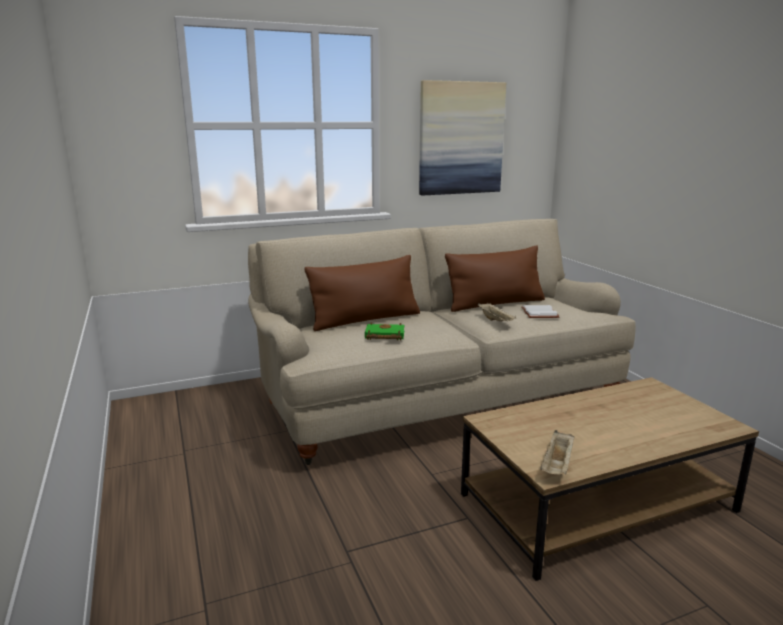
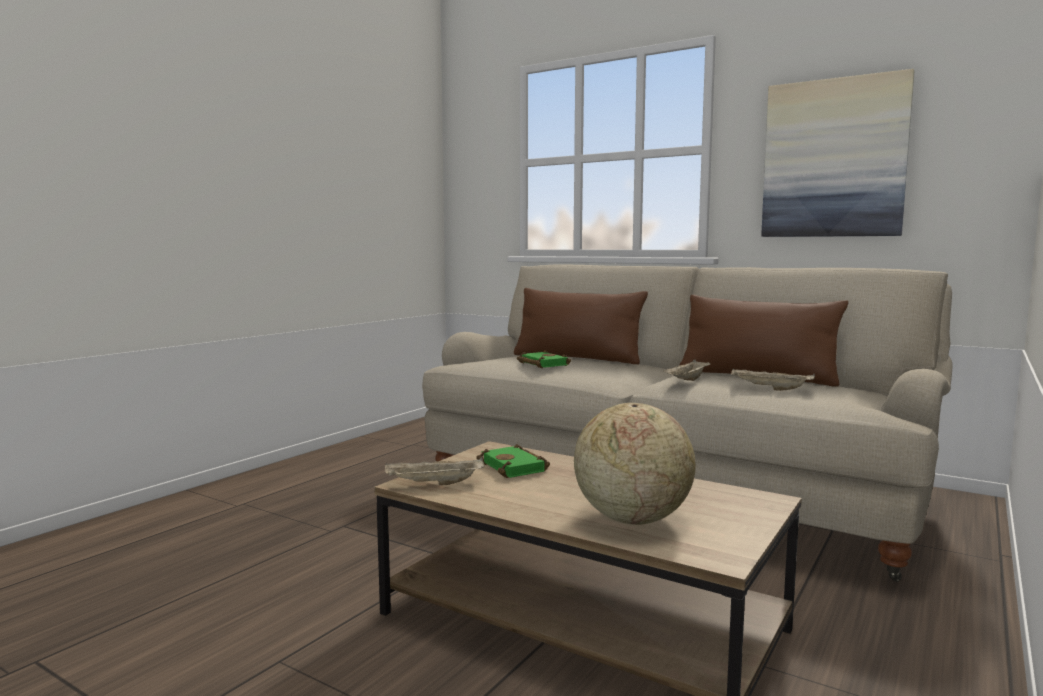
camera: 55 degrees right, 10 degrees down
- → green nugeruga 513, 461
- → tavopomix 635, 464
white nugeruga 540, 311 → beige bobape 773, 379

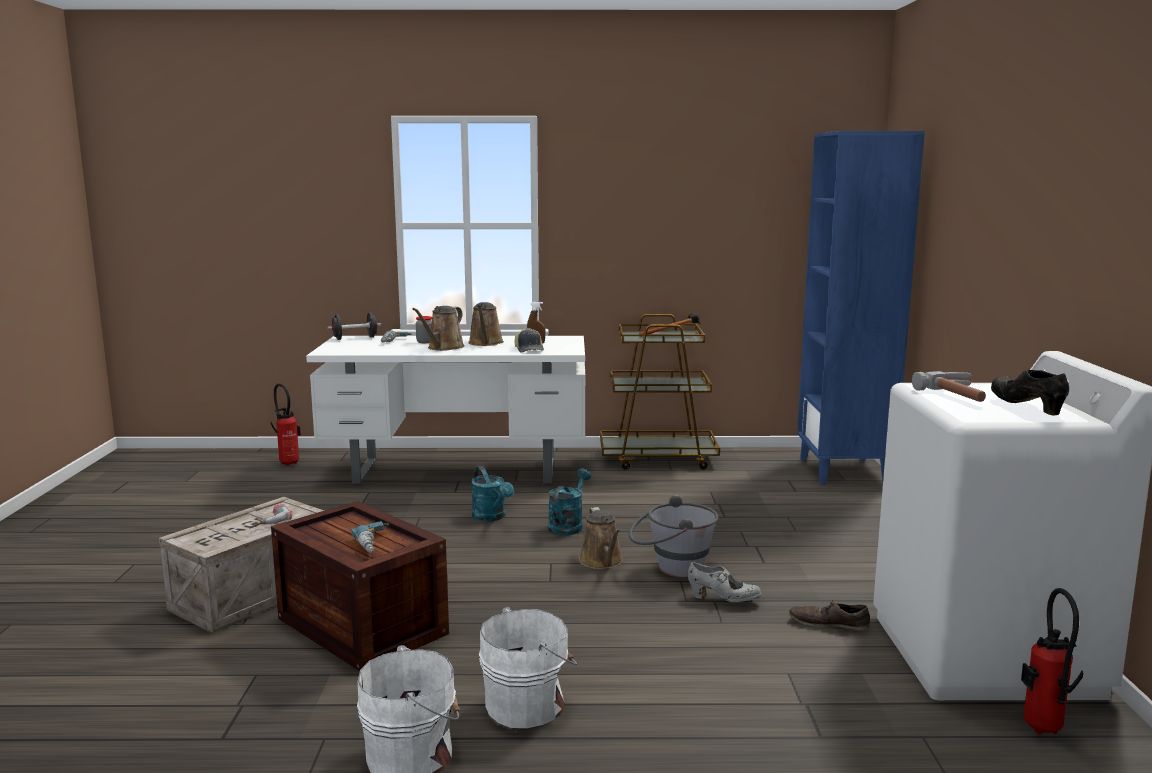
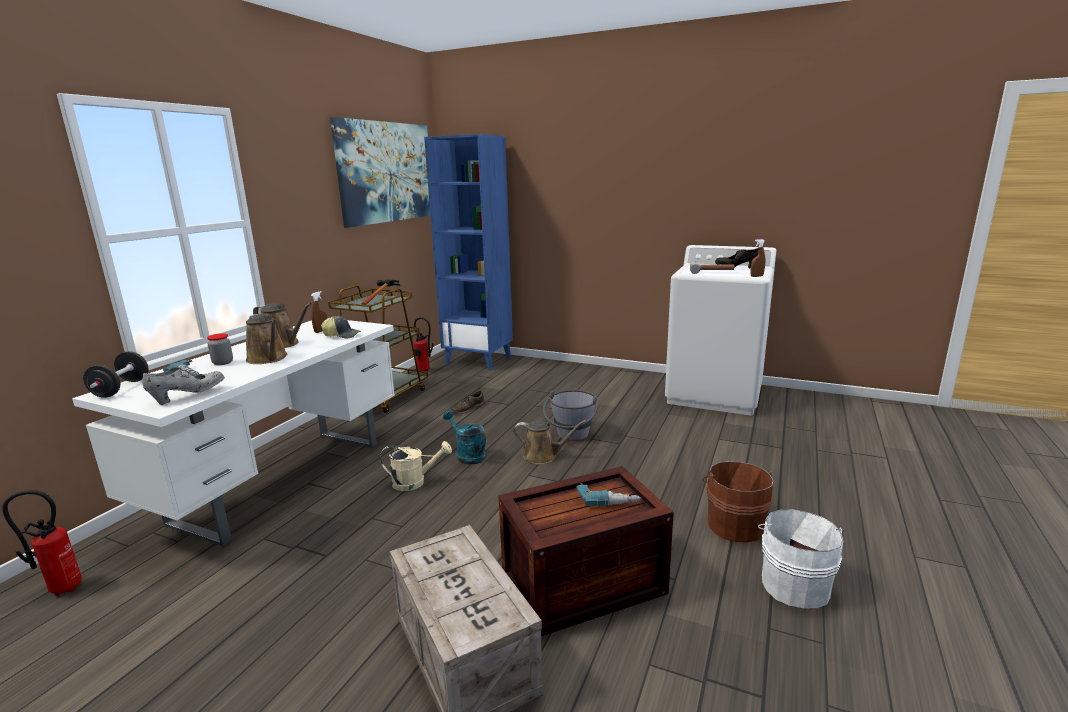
camera: 65 degrees left, 5 degrees up
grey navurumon 724, 582 → grey navurumon 183, 386, moved
- → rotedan 380, 172
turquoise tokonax 492, 493 → beige tokonax 416, 466
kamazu 1052, 661 → kamazu 423, 344, moved
brown navurumon 829, 616 → brown navurumon 467, 402, moved
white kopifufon 528, 667 → brown kopifufon 738, 501
- → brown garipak 757, 258
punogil 270, 516 → -

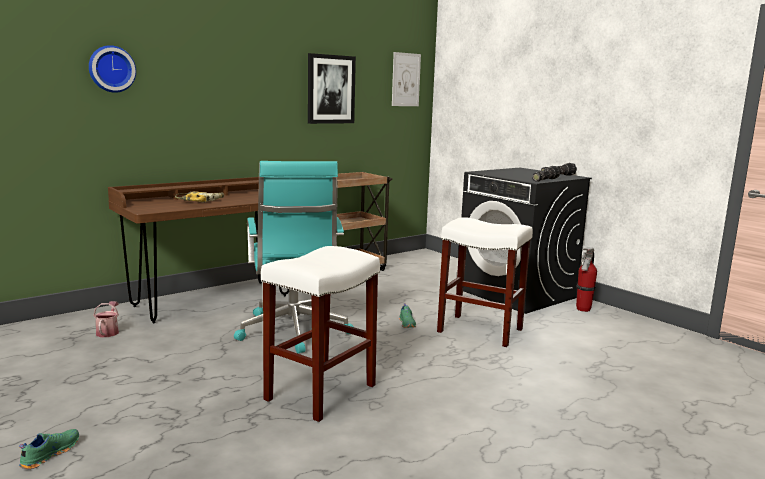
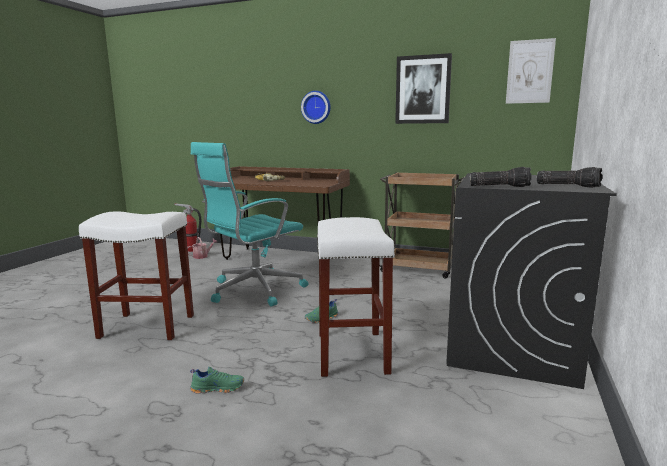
camera: 60 degrees right, 0 degrees up
kamazu 586, 279 → kamazu 188, 227, moved
green navurumon 49, 449 → green navurumon 217, 380, moved
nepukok 112, 69 → nepukok 316, 107, moved

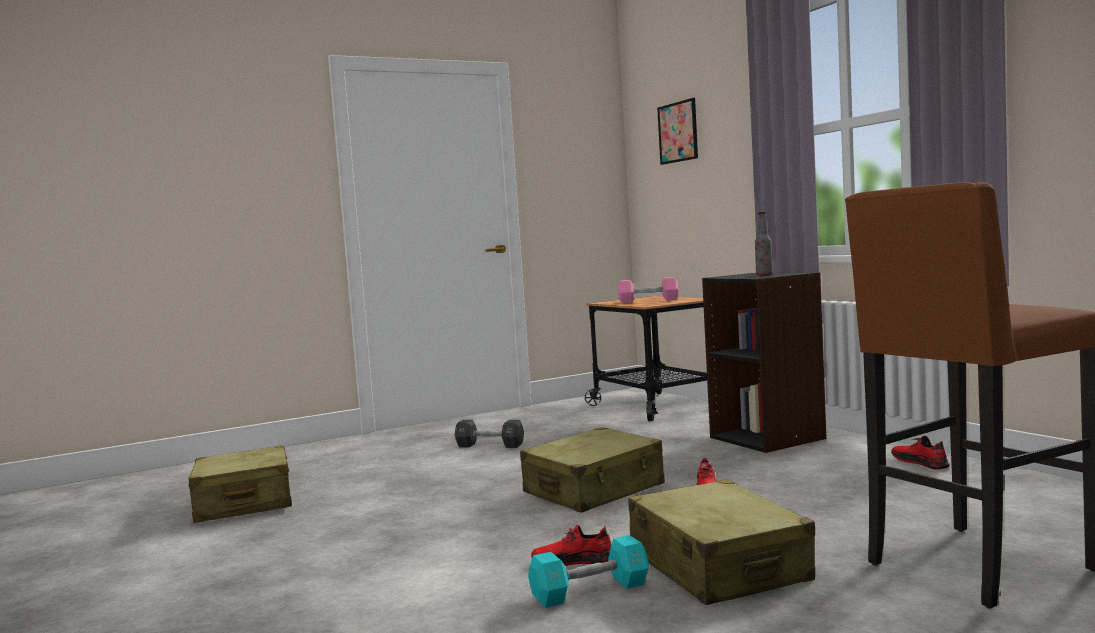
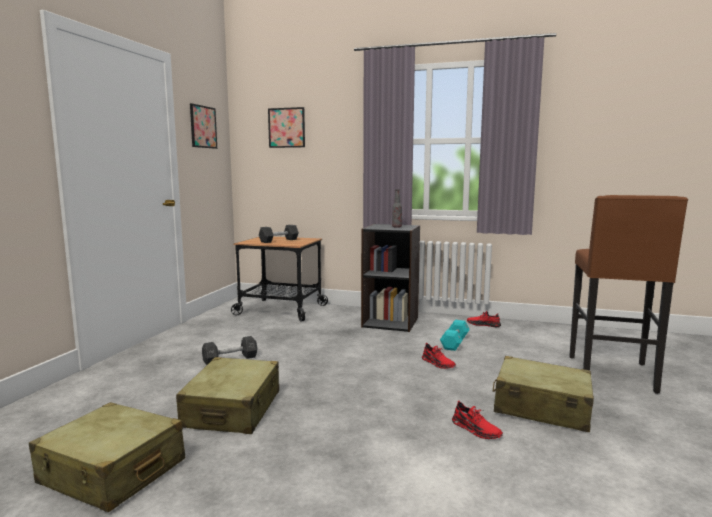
camera: 45 degrees left, 5 degrees up
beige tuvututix 592, 470 → beige tuvututix 227, 395, moved
- → rotedan 203, 126
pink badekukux 648, 290 → black badekukux 279, 234
turquoise badekukux 588, 571 → turquoise badekukux 455, 335, moved
red navurumon 571, 545 → red navurumon 477, 420, 90 degrees counterclockwise

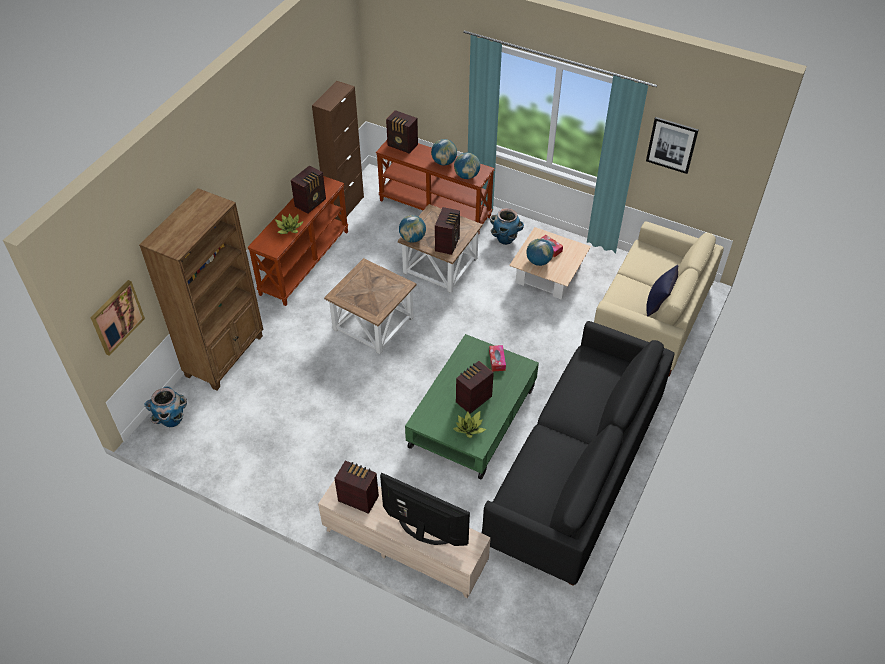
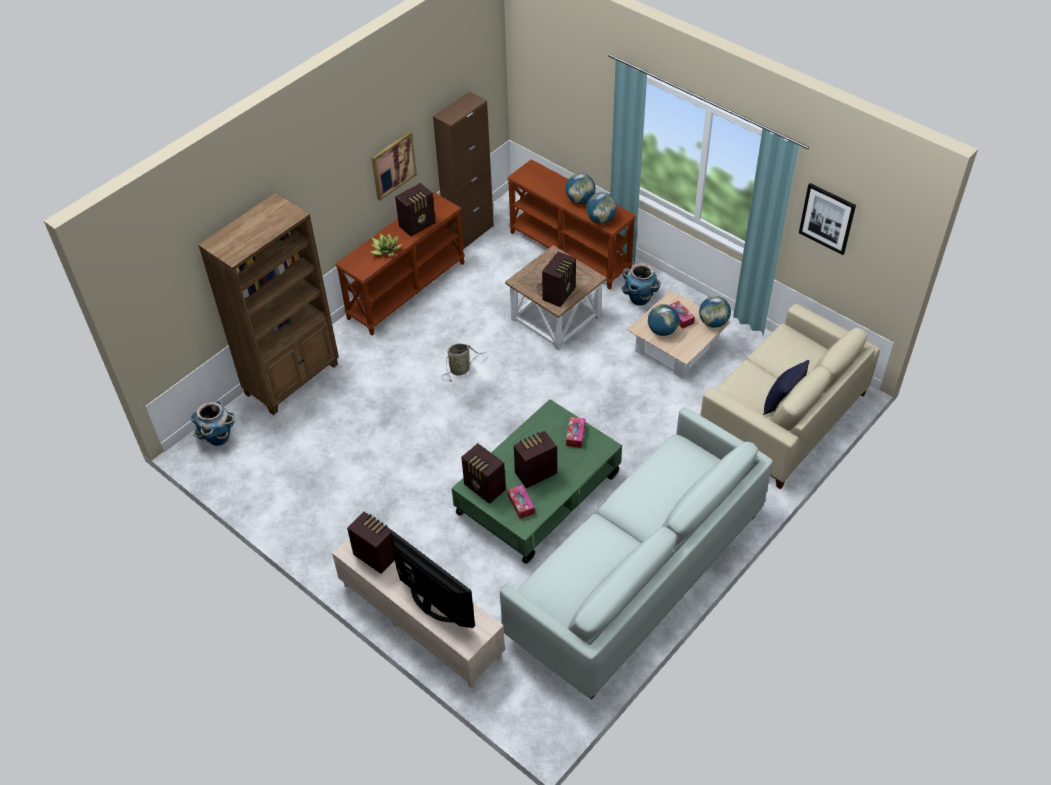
camera: 15 degrees right, 0 degrees up
rotedan 117, 318 → rotedan 394, 166, moved
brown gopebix 370, 306 → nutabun 463, 363
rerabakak 402, 132 → rerabakak 483, 473, moved
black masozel 578, 453 → white masozel 636, 553
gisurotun 469, 424 → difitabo 521, 502
tavopomix 412, 229 → tavopomix 715, 312, moved

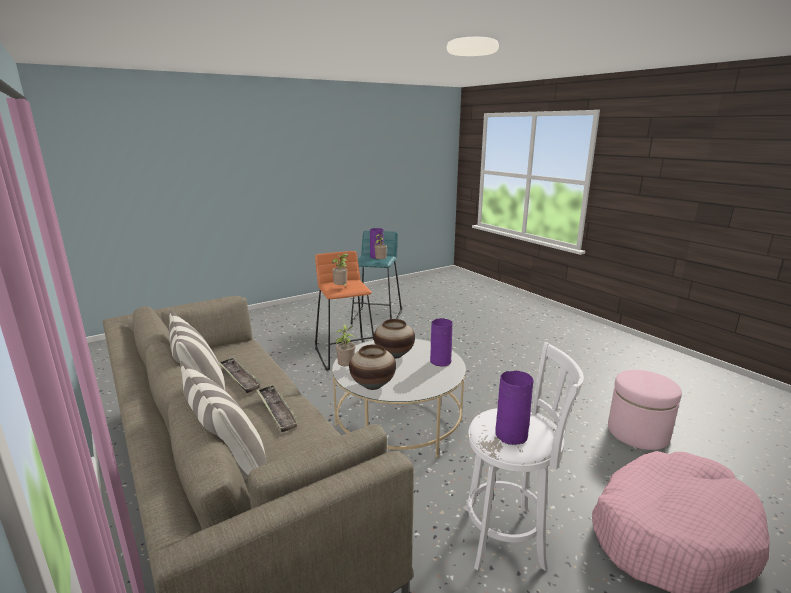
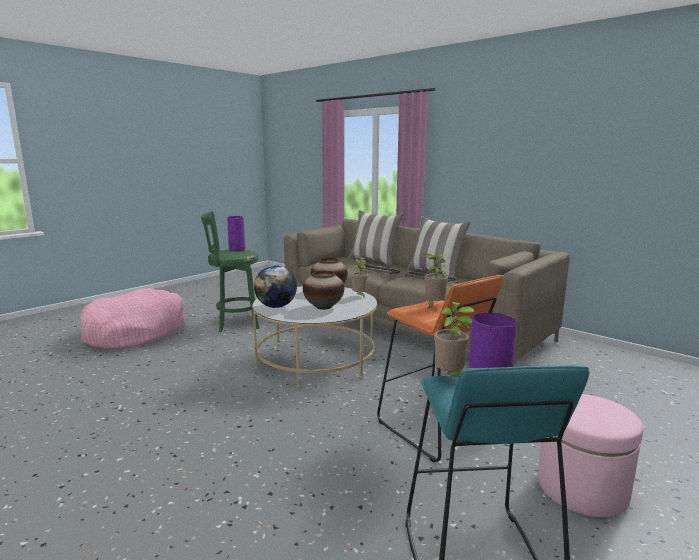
camera: 165 degrees right, 5 degrees down
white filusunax 524, 456 → green filusunax 230, 271
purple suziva 441, 342 → tavopomix 275, 286
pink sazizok 645, 410 → pink sazizok 590, 455, moved

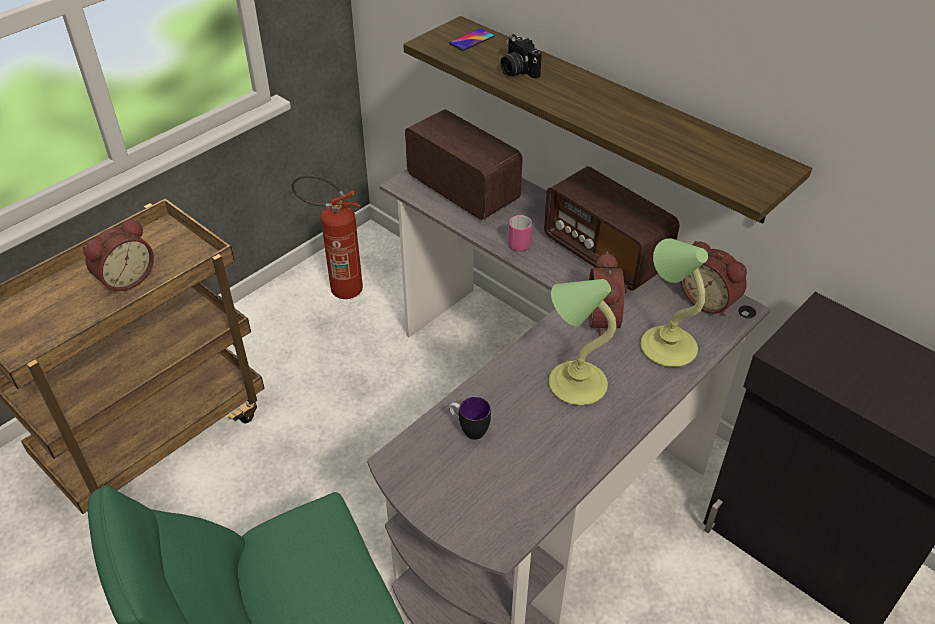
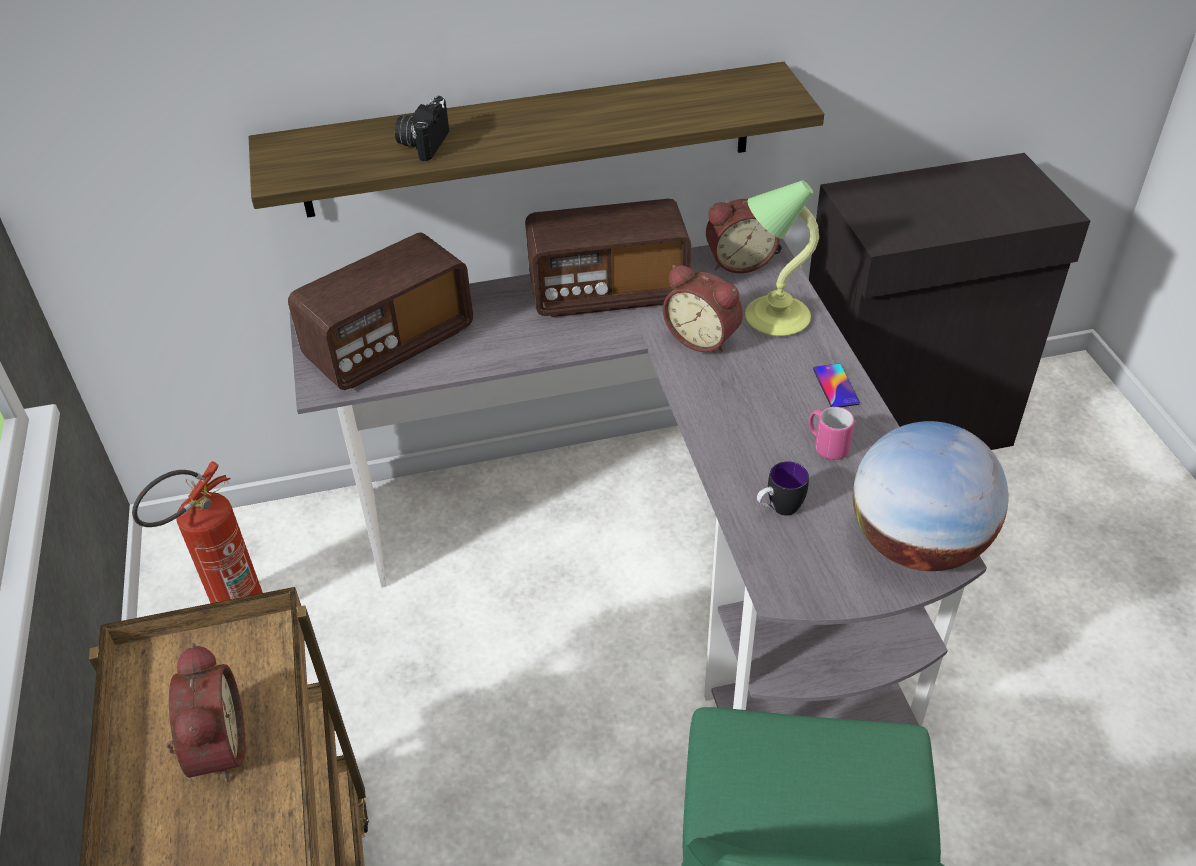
camera: 55 degrees left, 0 degrees up
rerabakak 464, 164 → rerabakak 380, 311, 150 degrees clockwise
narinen 521, 56 → narinen 422, 128, 105 degrees clockwise
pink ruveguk 520, 233 → pink ruveguk 832, 433, moved
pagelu 472, 39 → pagelu 836, 385, moved
- → tavopomix 930, 496
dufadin 583, 342 → -

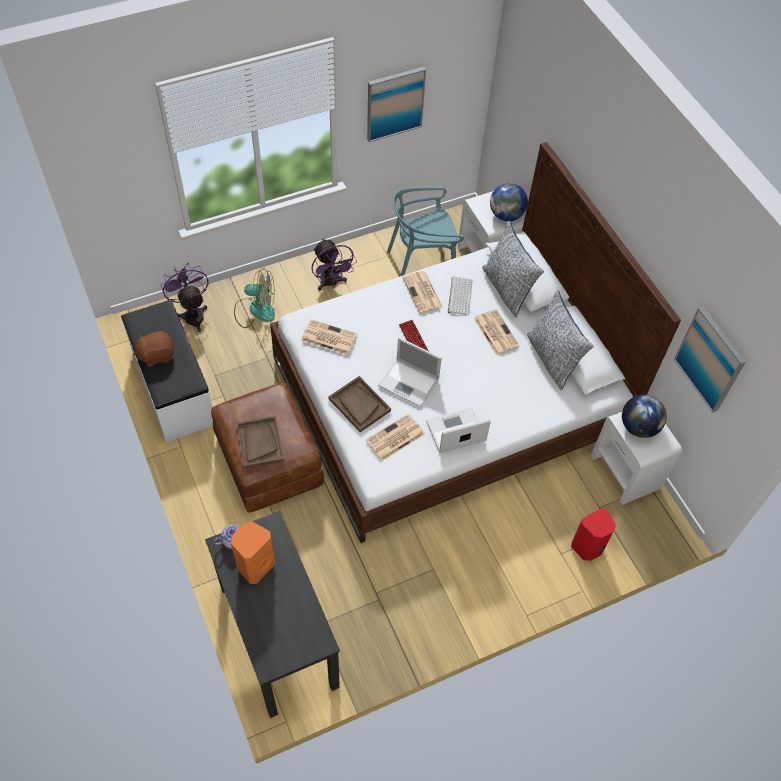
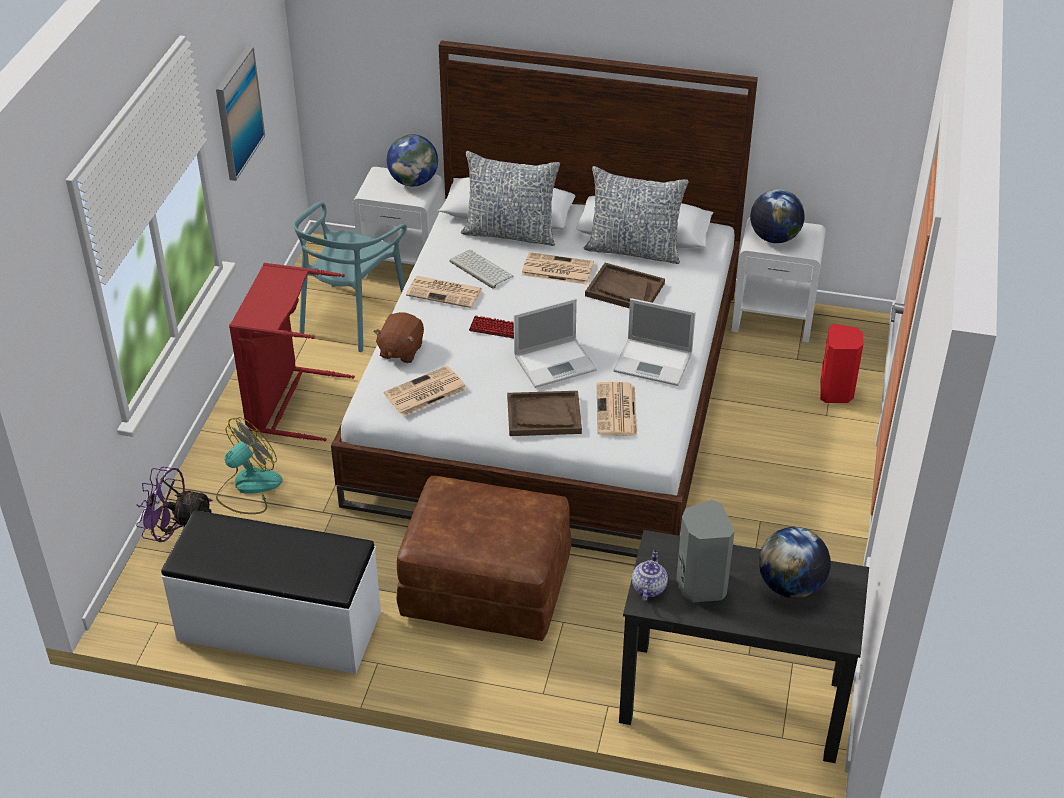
camera: 50 degrees left, 15 degrees down
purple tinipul 334, 264 → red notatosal 292, 352
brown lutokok 153, 349 → brown lutokok 399, 337, moved
brown bobape 260, 442 → brown bobape 625, 286, moved
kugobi 458, 430 → kugobi 654, 342, 90 degrees counterclockwise
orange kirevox 253, 552 → grey kirevox 705, 551
- → tavopomix 795, 562
rotedan 710, 359 → -

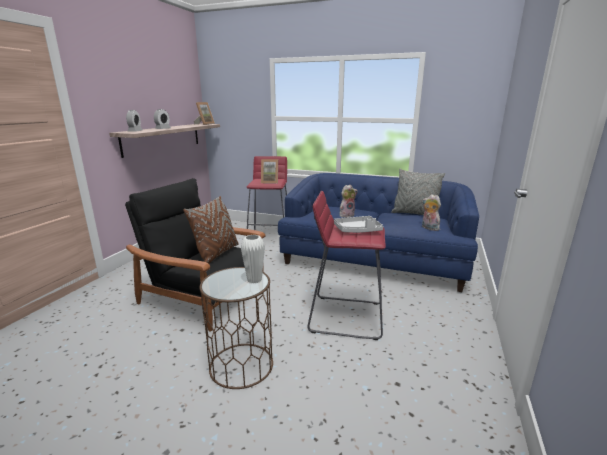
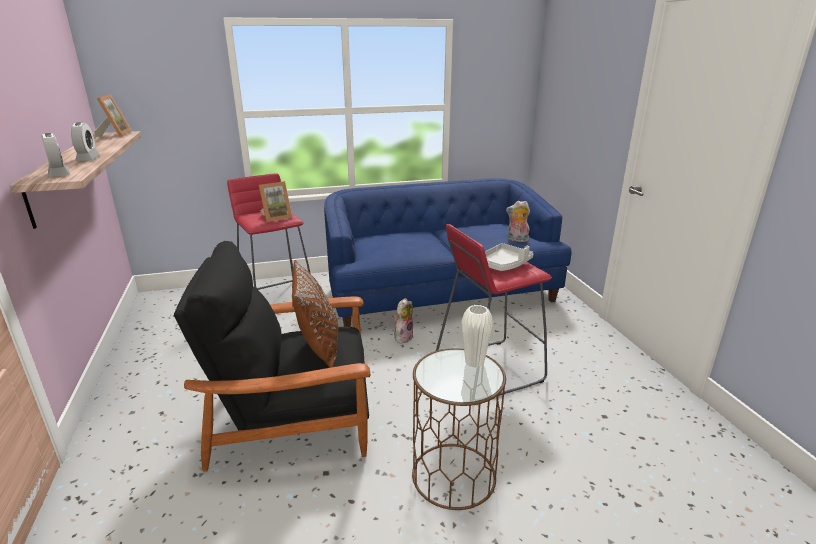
camera: 35 degrees left, 5 degrees up
lutokok 348, 201 → lutokok 403, 320, moved
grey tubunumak 418, 192 → -

